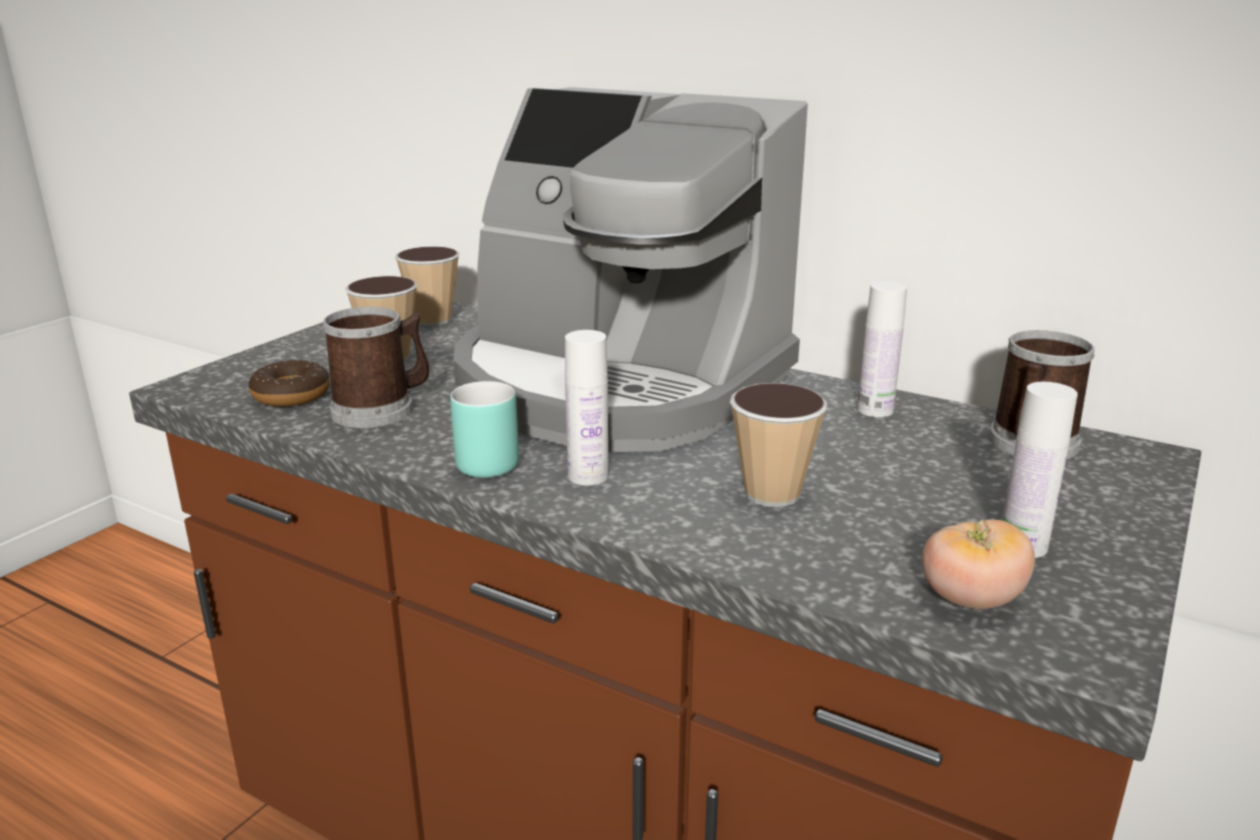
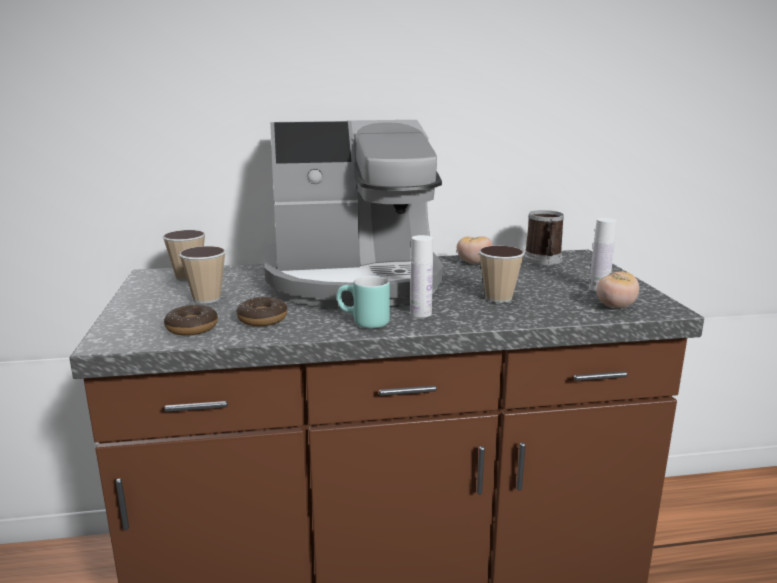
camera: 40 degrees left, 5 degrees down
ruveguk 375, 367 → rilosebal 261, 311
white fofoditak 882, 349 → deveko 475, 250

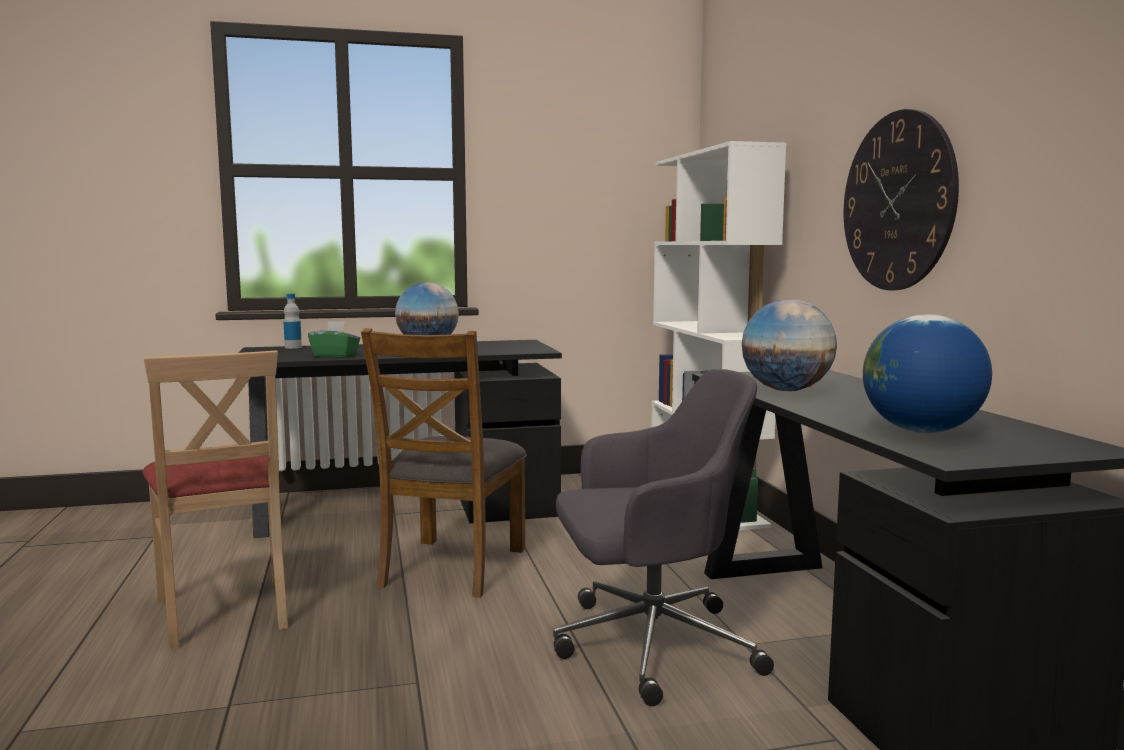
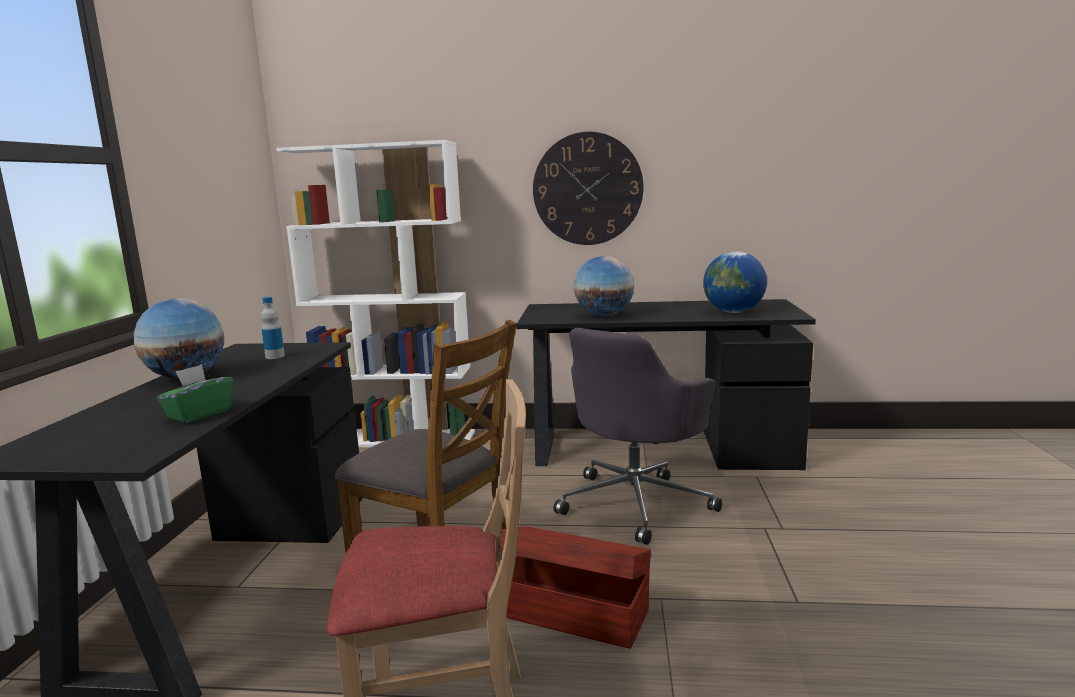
camera: 70 degrees left, 5 degrees up
fofoditak 292, 321 → fofoditak 273, 328, moved
- → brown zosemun 575, 587
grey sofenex 663, 537 → grey sofenex 638, 436, 150 degrees counterclockwise

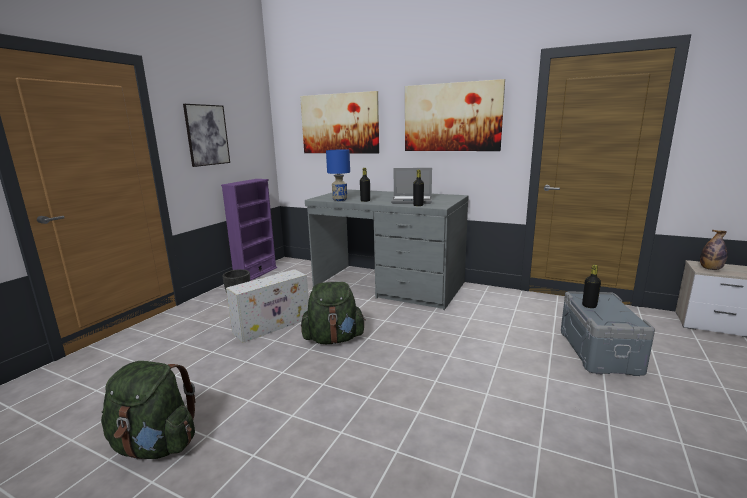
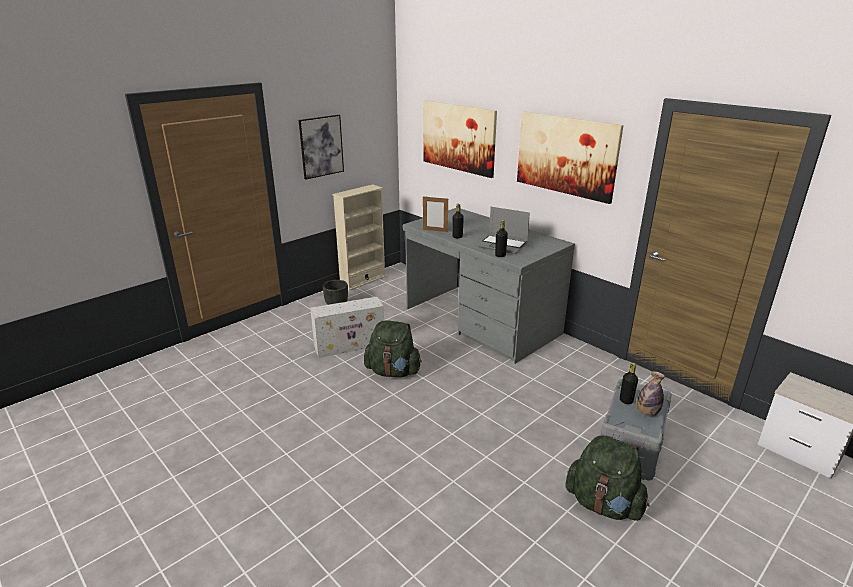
camera: 20 degrees right, 10 degrees up
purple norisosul 249, 230 → beige norisosul 359, 237
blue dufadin 338, 175 → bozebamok 435, 214
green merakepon 148, 410 → green merakepon 607, 478, moved
fofoditak 714, 250 → fofoditak 651, 393, moved

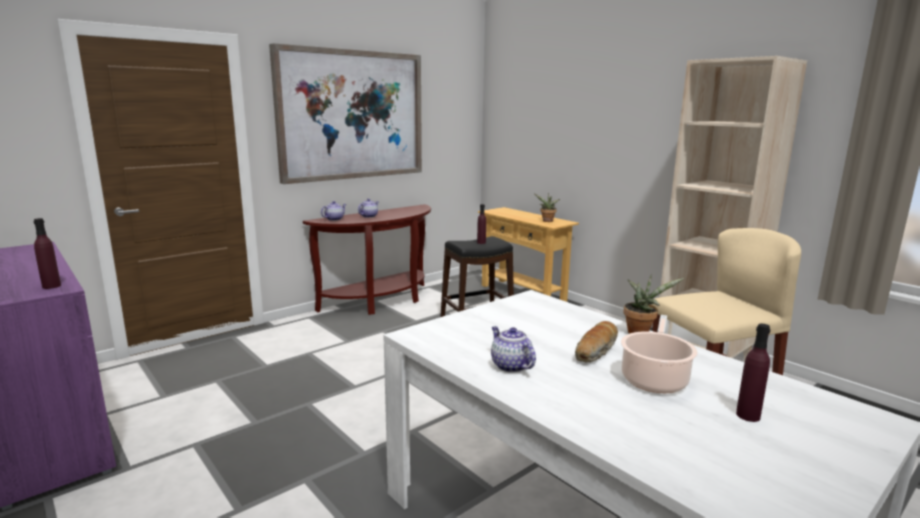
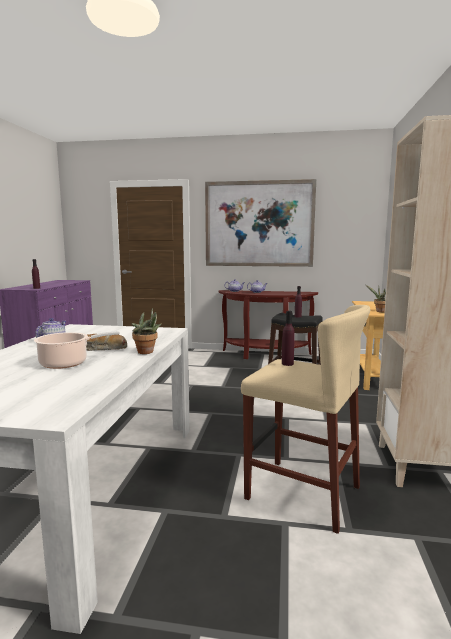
camera: 50 degrees right, 5 degrees down
purple fofoditak 753, 373 → purple fofoditak 288, 338, moved

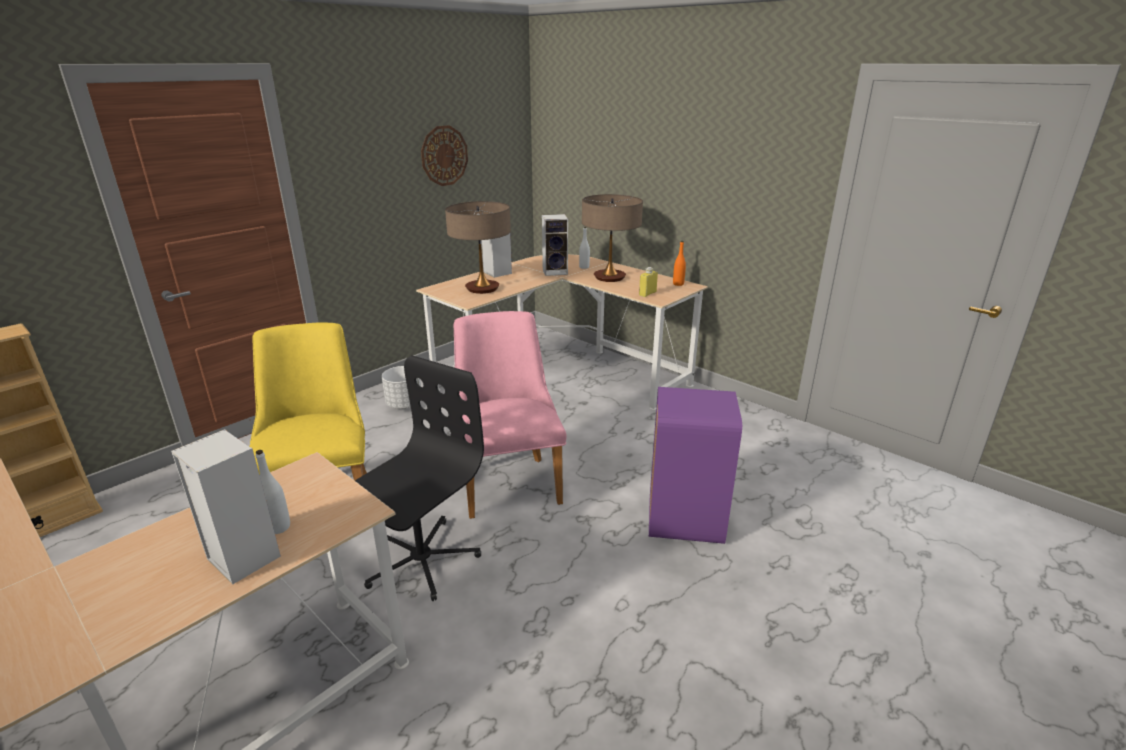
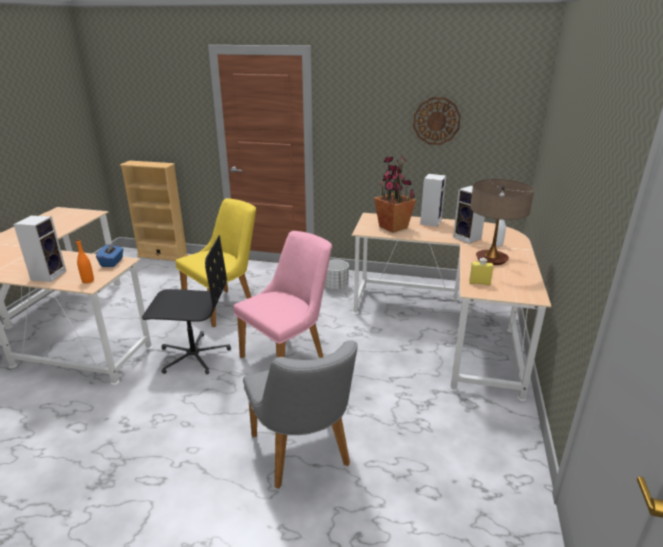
camera: 60 degrees right, 0 degrees up
orange fofoditak 679, 263 → orange fofoditak 85, 261, moved
- → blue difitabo 110, 254
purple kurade 695, 465 → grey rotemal 300, 414
dufadin 478, 247 → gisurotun 395, 194
white fofoditak 273, 492 → -

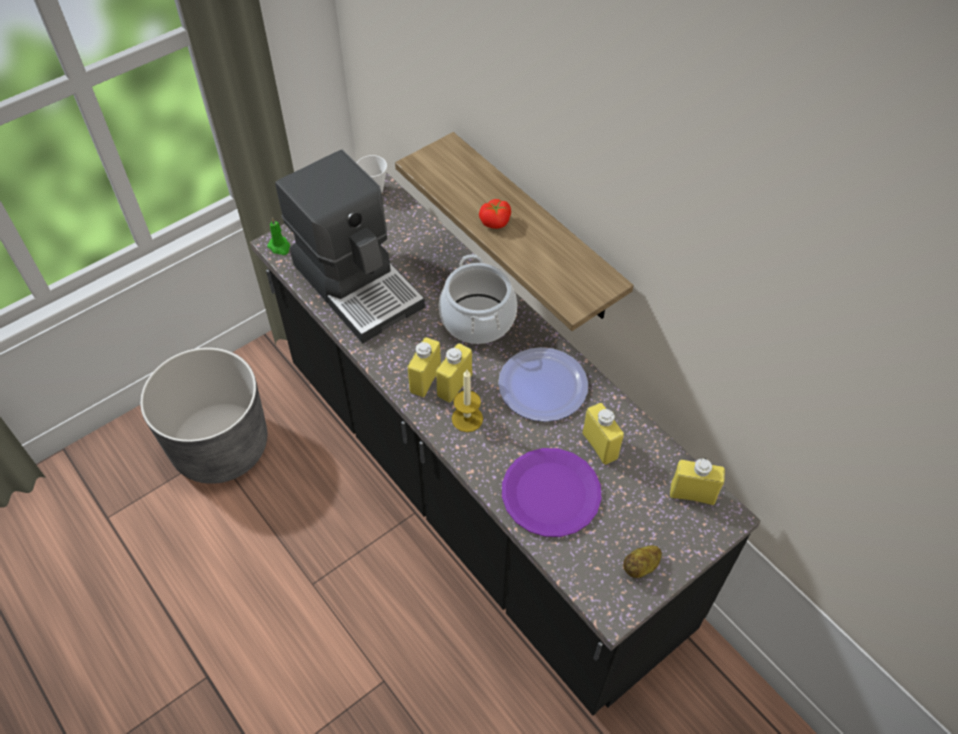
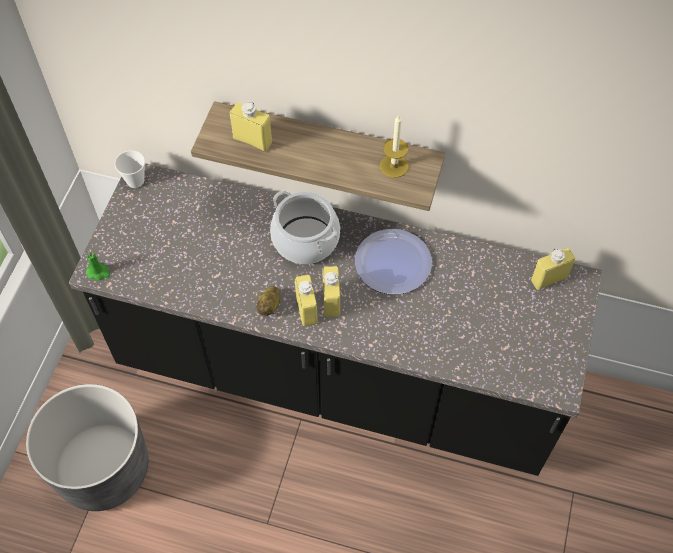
camera: 35 degrees left, 5 degrees up
yellow fofoditak 603, 434 → yellow fofoditak 251, 127, moved
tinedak 642, 561 → tinedak 268, 301, moved
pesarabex 467, 401 → pesarabex 394, 146, moved
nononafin 350, 246 → -
deveko 495, 214 → -
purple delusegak 552, 492 → -

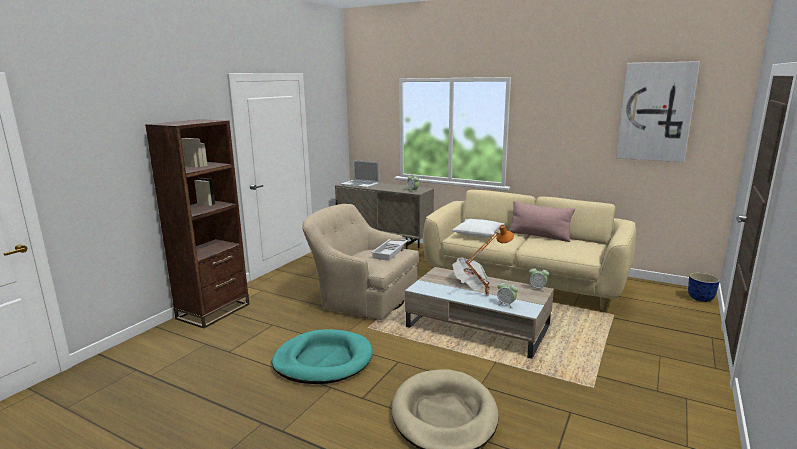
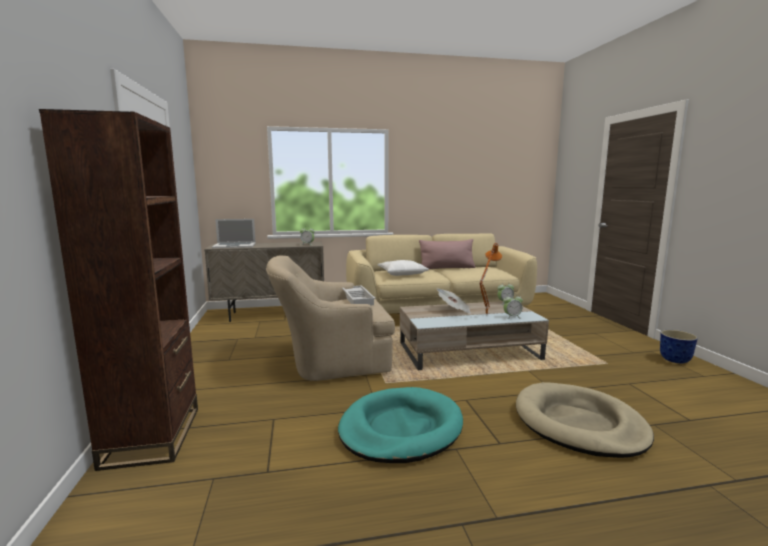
camera: 40 degrees left, 5 degrees down
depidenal 704, 287 → depidenal 679, 346, moved
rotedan 658, 111 → -

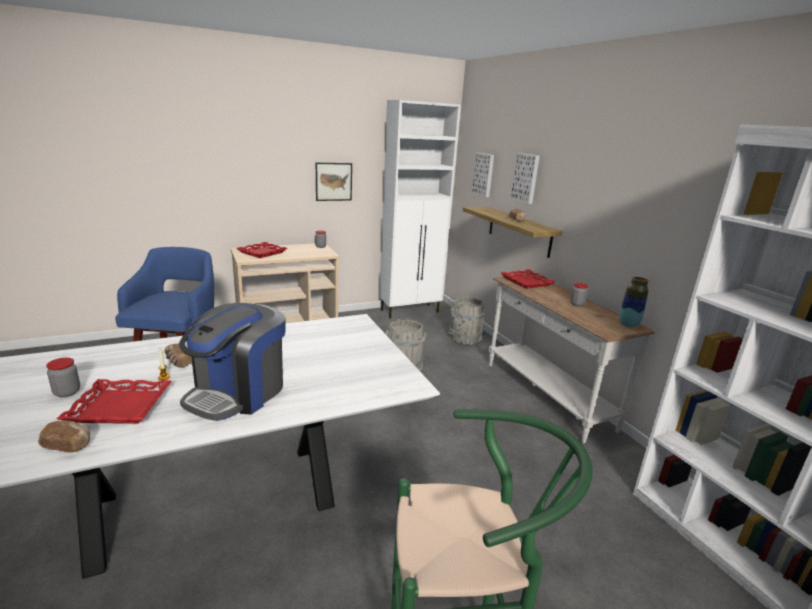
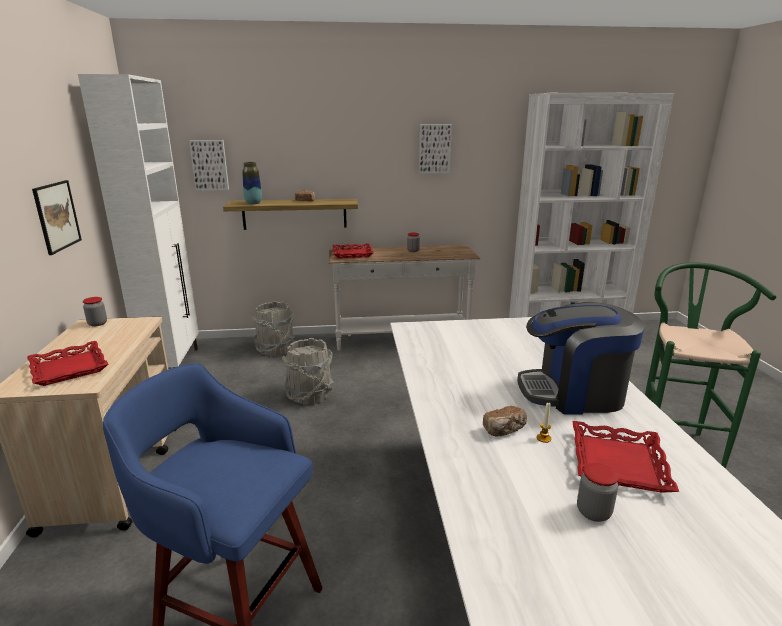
camera: 70 degrees left, 0 degrees up
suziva 633, 302 → suziva 252, 183, moved
rotedan 525, 178 → rotedan 435, 149, moved
nononafin 232, 362 → nononafin 580, 358, 135 degrees clockwise
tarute 64, 436 → -

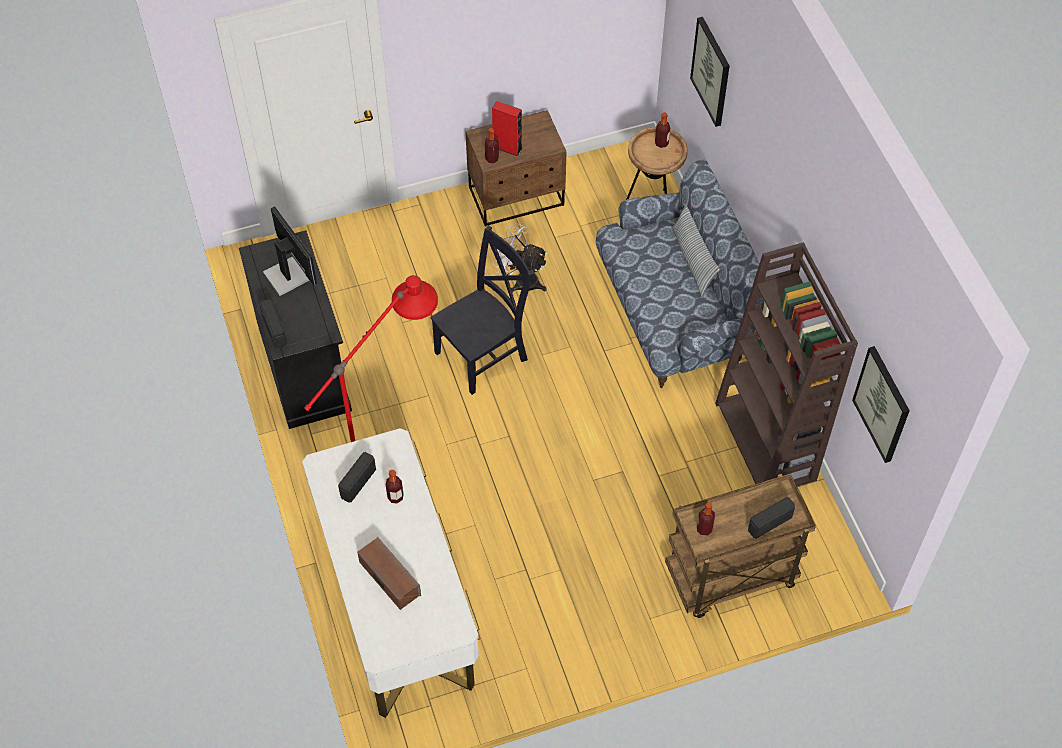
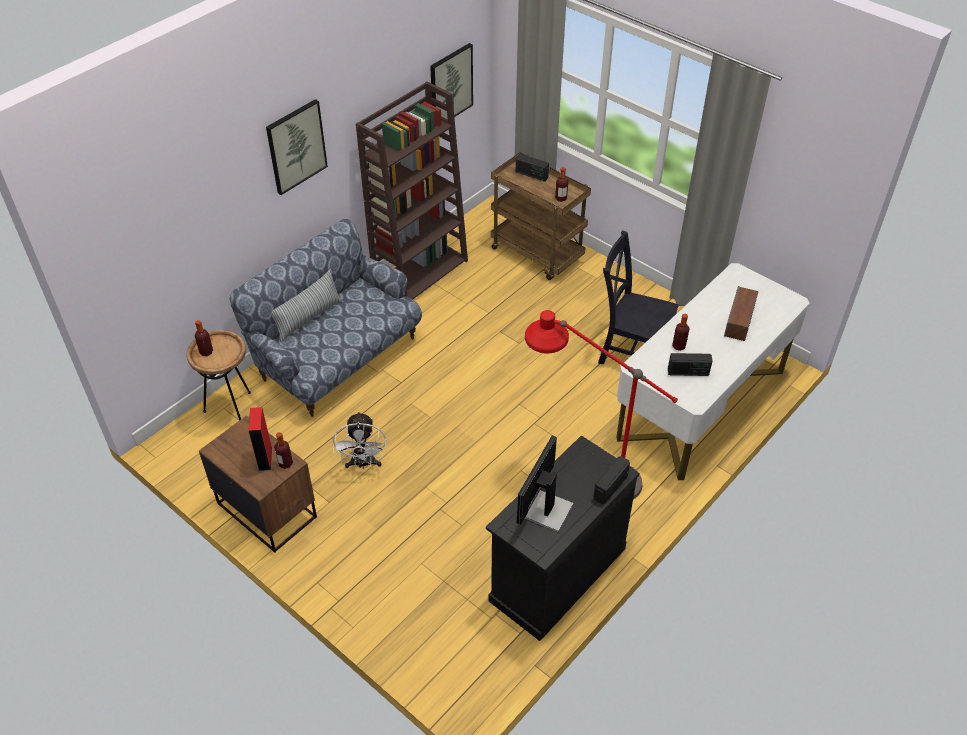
camera: 120 degrees left, 10 degrees down
rotedan 710, 72 → rotedan 297, 147, moved
black rotemal 482, 310 → black rotemal 638, 297, moved

